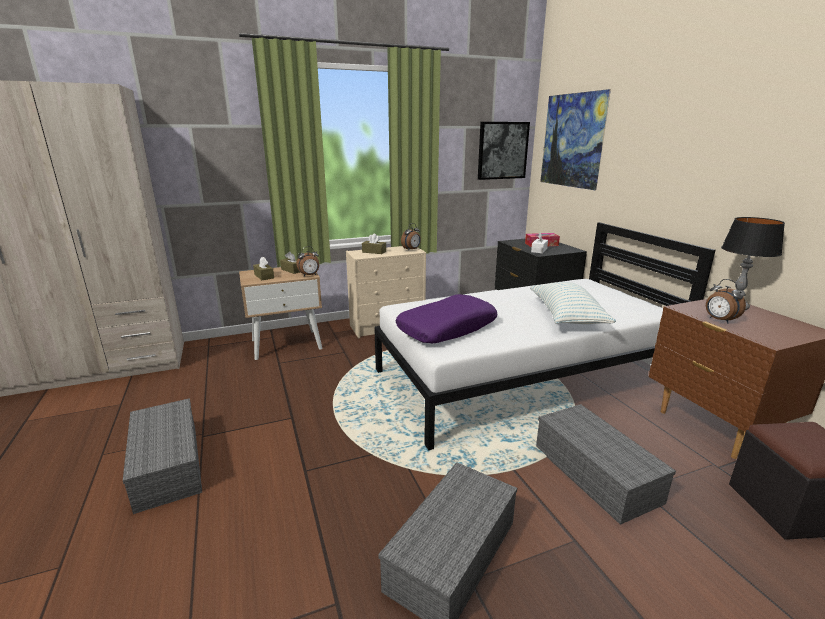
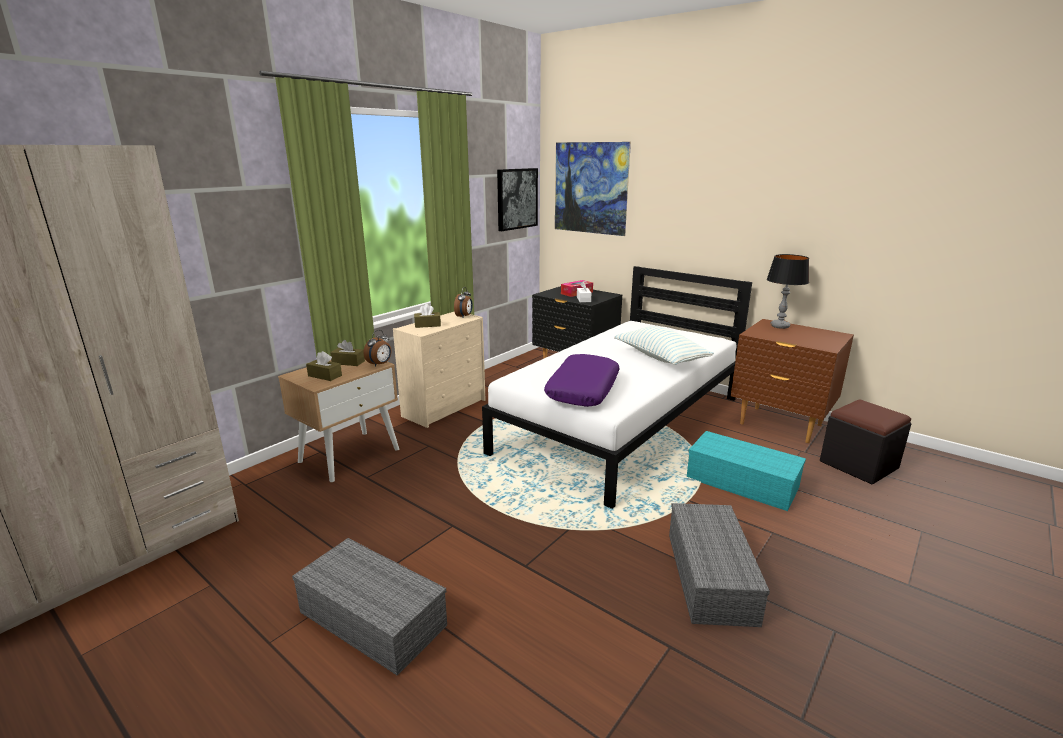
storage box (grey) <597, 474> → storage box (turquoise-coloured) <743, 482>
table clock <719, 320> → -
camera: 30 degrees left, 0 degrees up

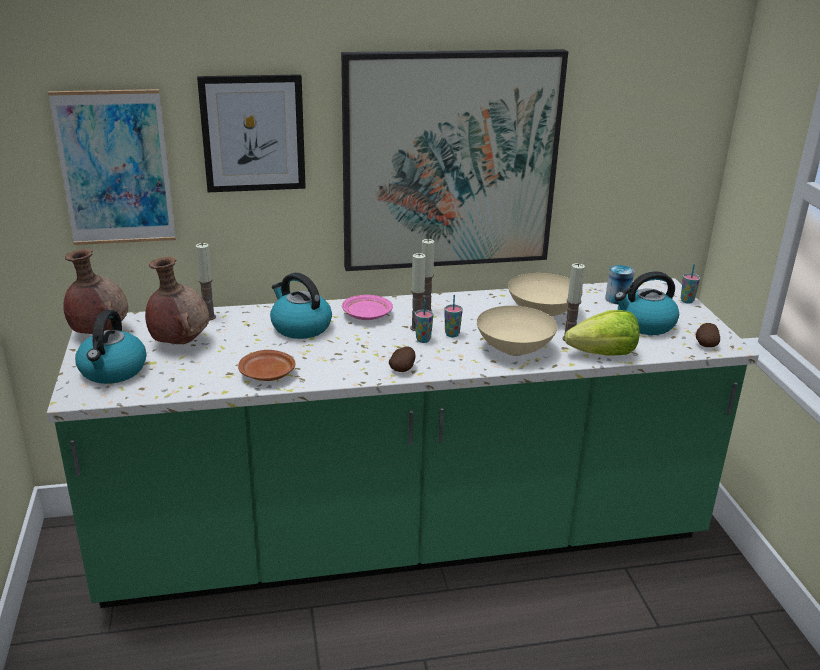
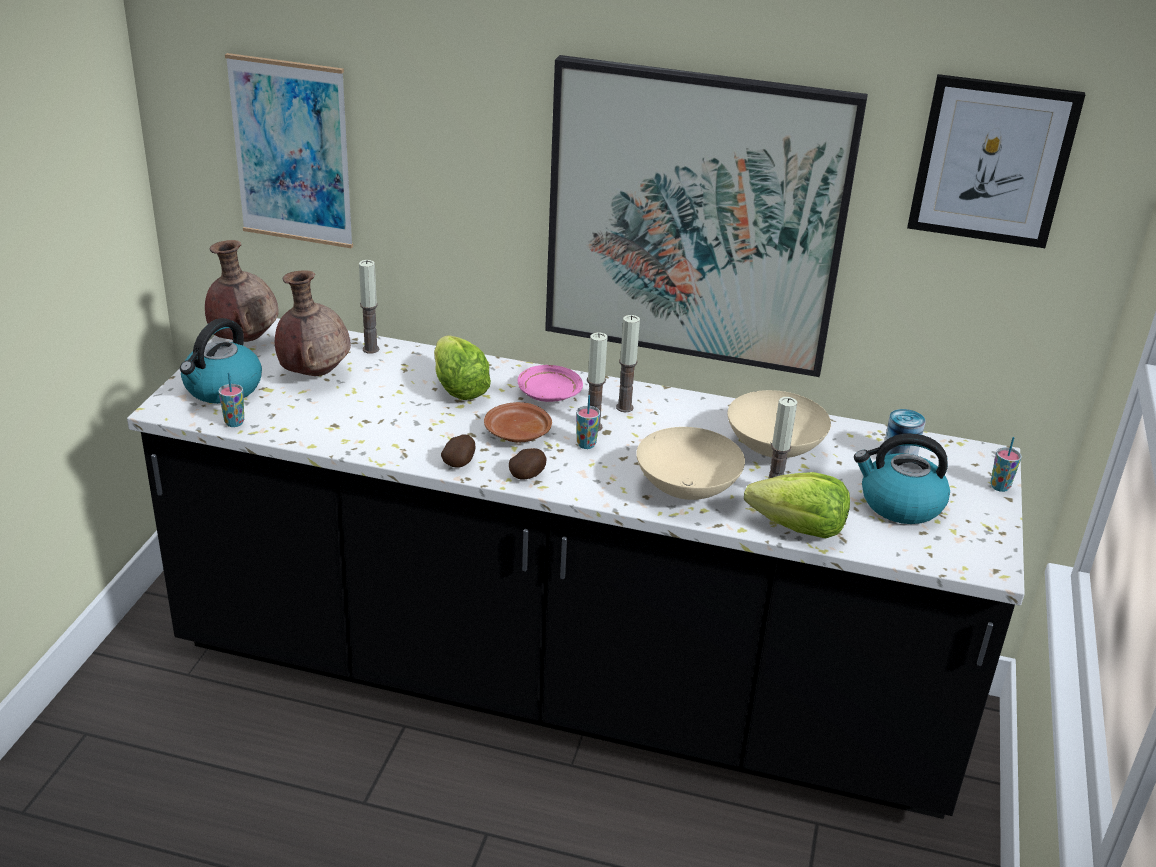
kitchen counter (green) <404, 537> → kitchen counter (blackish) <564, 684>
wall art <253, 133> → wall art <992, 161>, moved
flat dish (brown-coloured) <267, 374> → flat dish (brown-coloured) <517, 433>, moved
kettle <300, 327> → lettuce <459, 389>
drinking cup <452, 334> → drinking cup <234, 423>, moved
potato <705, 344> → potato <460, 462>, moved
camera: 25 degrees right, 5 degrees up

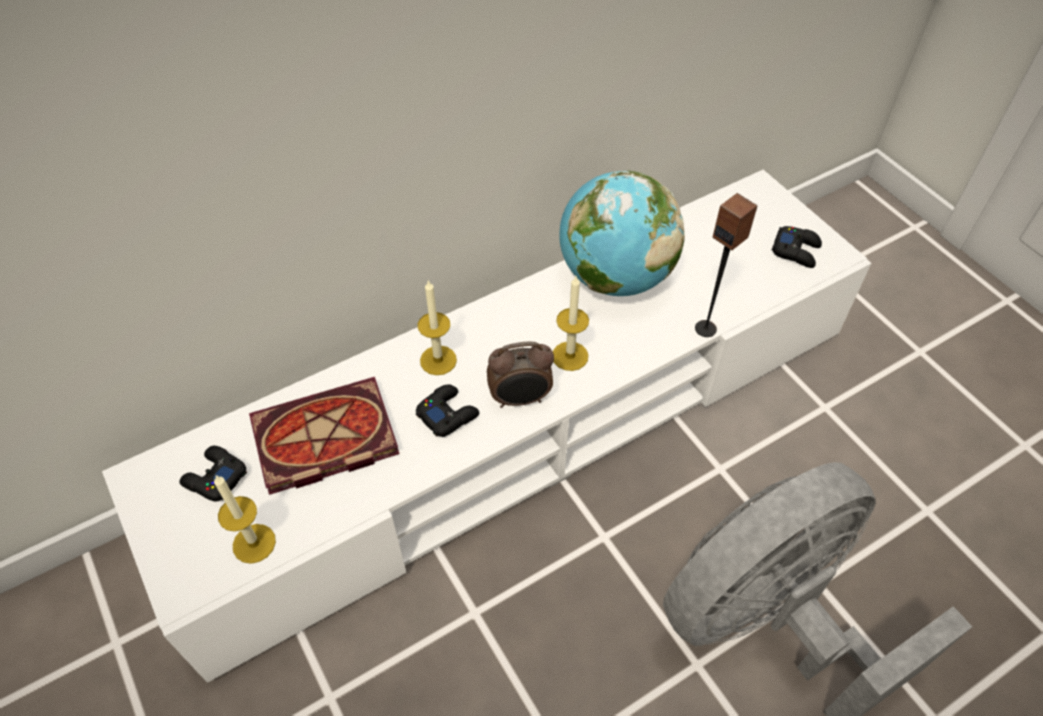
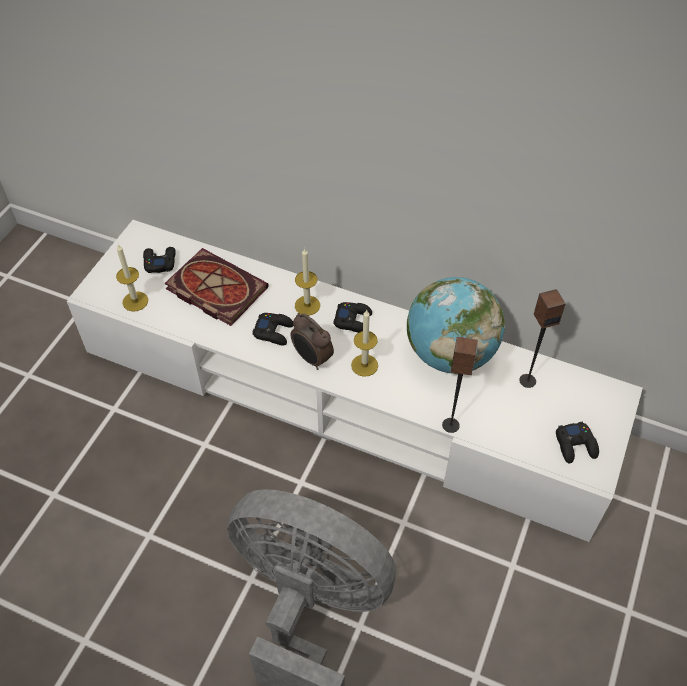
- → joypad (blackish) <353, 320>
- → loudspeaker <527, 380>
camera: 55 degrees right, 0 degrees up

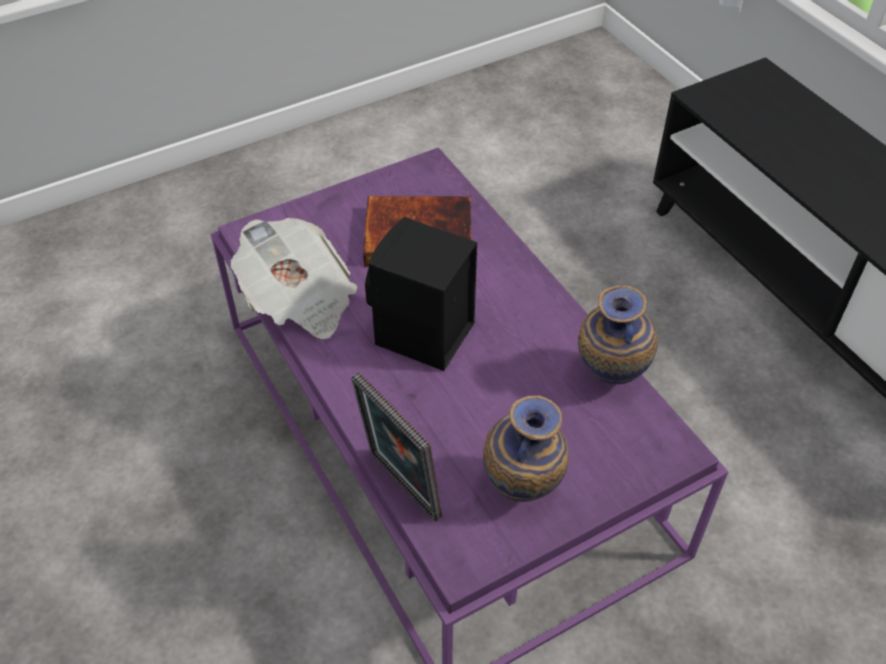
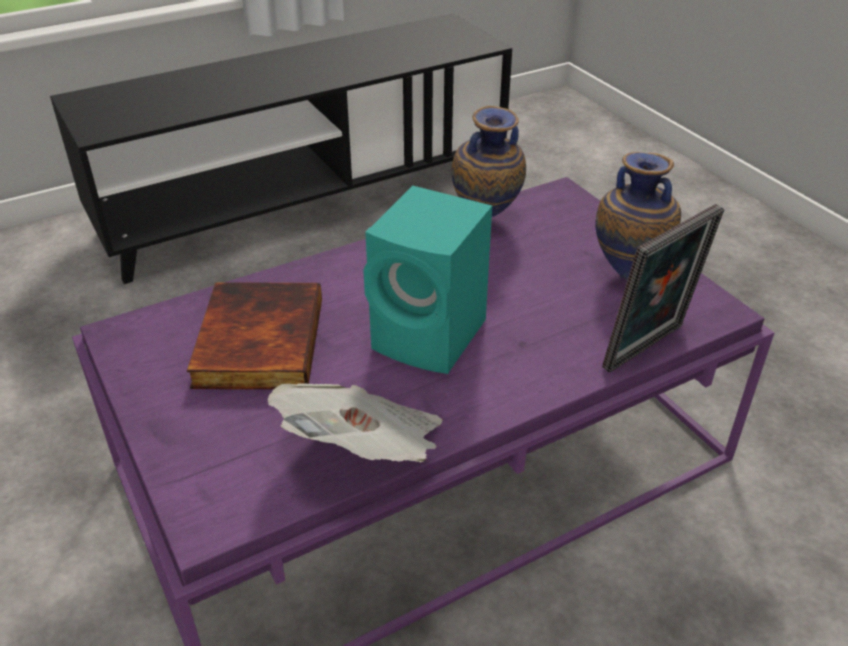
loudspeaker (blackish) <422, 336> → loudspeaker (turquoise-coloured) <432, 337>
camera: 90 degrees left, 10 degrees down

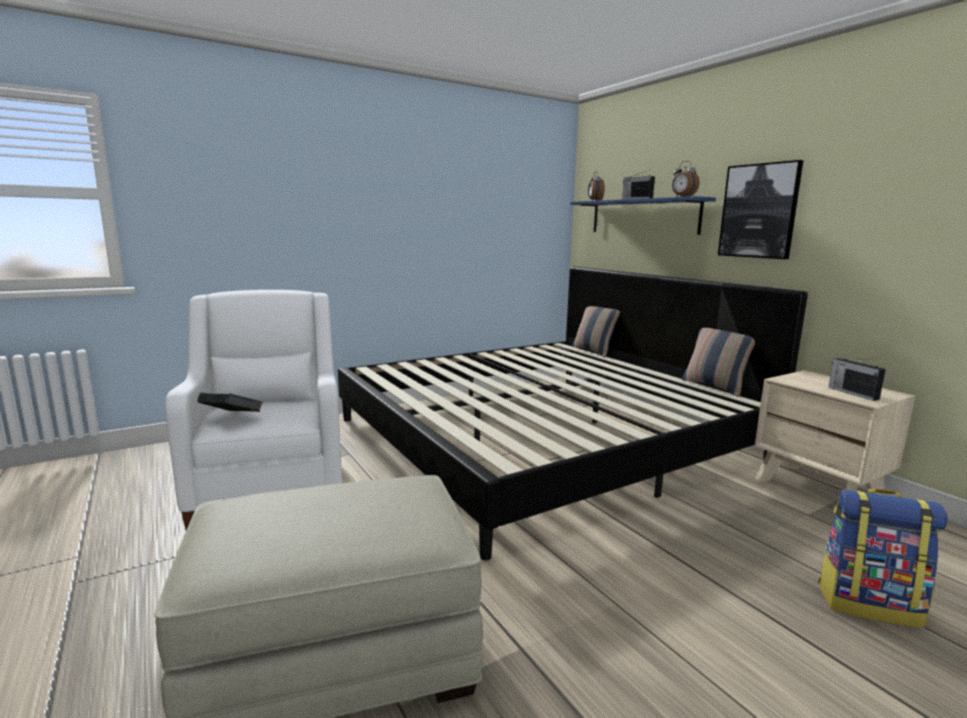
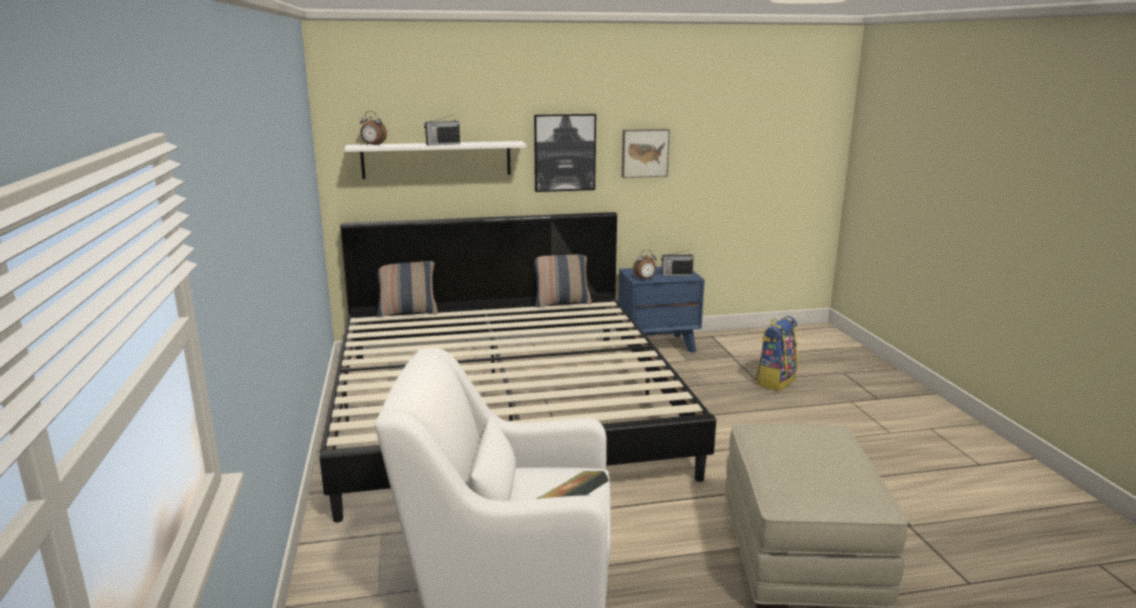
wall shelf (bluish) <643, 216> → wall shelf (white-coloured) <436, 159>
table clock <682, 197> → table clock <645, 279>, moved
bedside table (beige-coloured) <818, 489> → bedside table (bluish) <658, 345>
- → wall art <644, 153>
camera: 70 degrees left, 5 degrees up

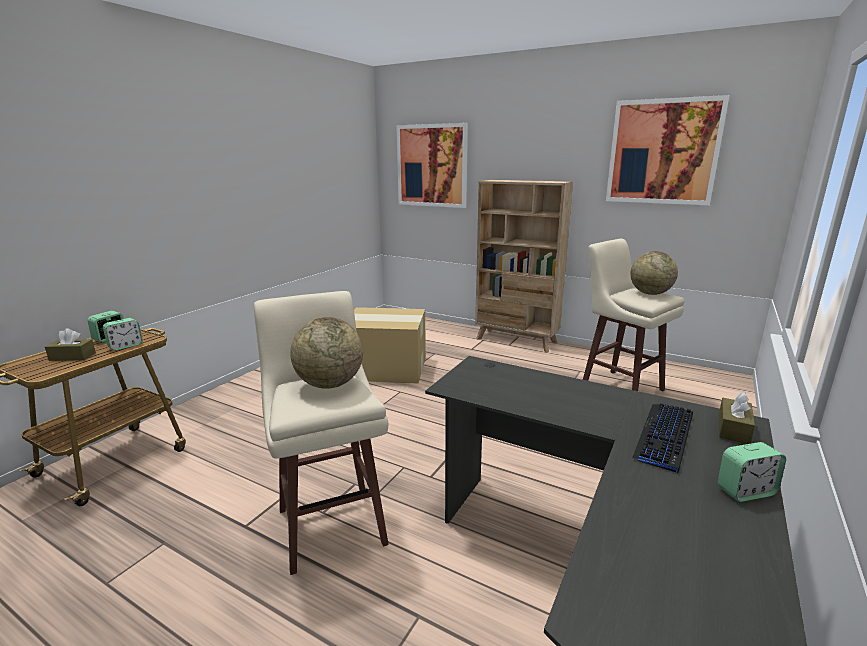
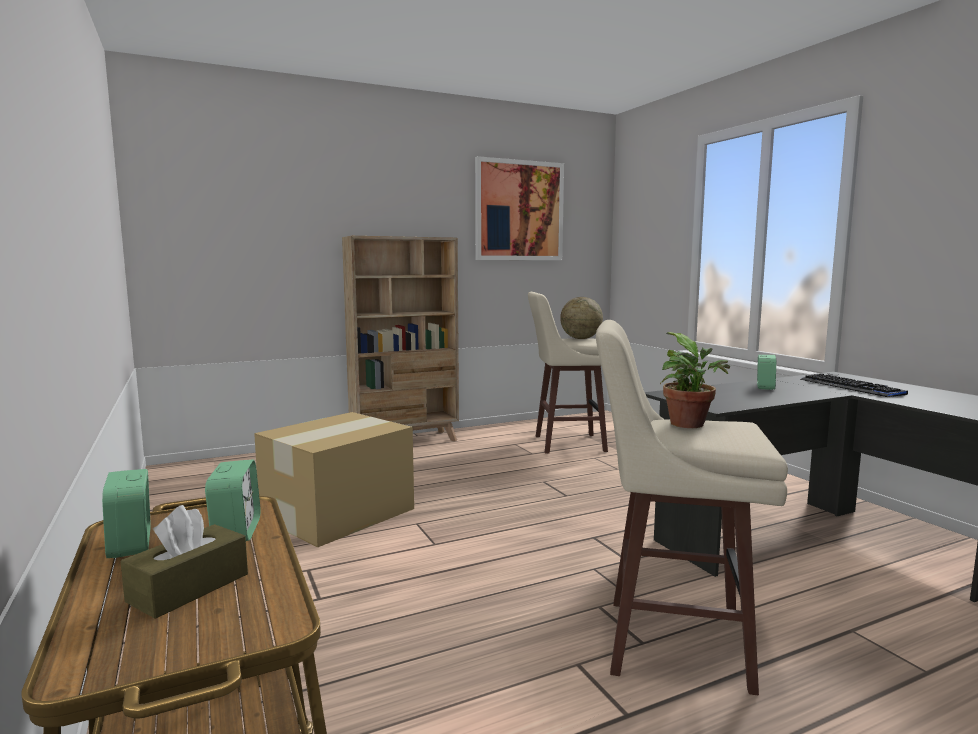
desk globe <329, 384> → potted plant <690, 425>
wall art <432, 166> → -
table clock <745, 491> → table clock <765, 387>, moved
tissue box (brown-coloured) <733, 429> → -
camera: 55 degrees left, 10 degrees down

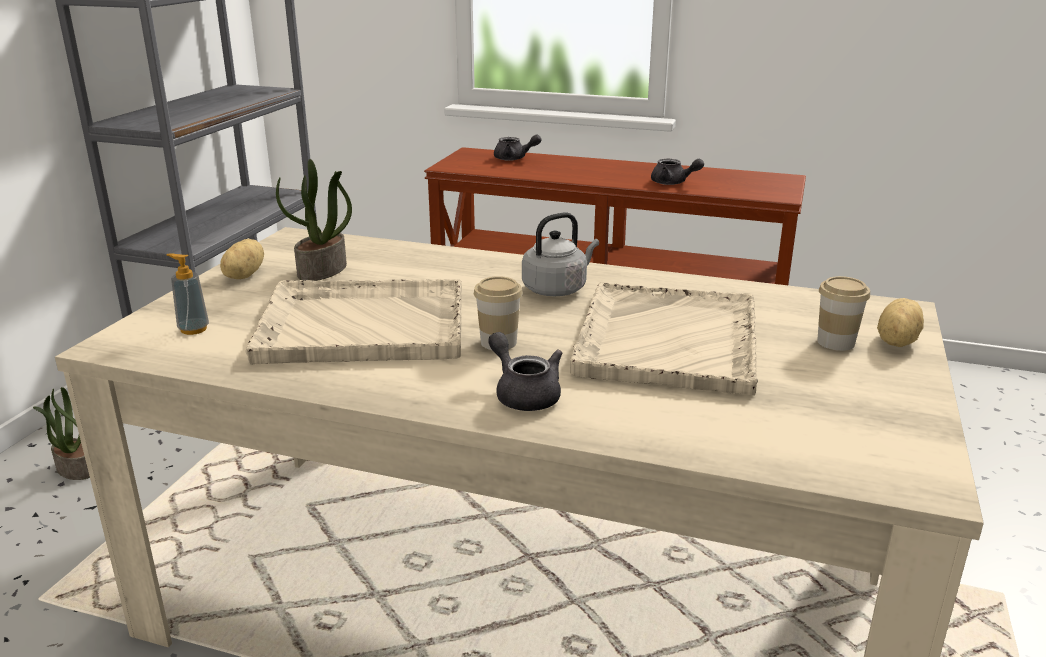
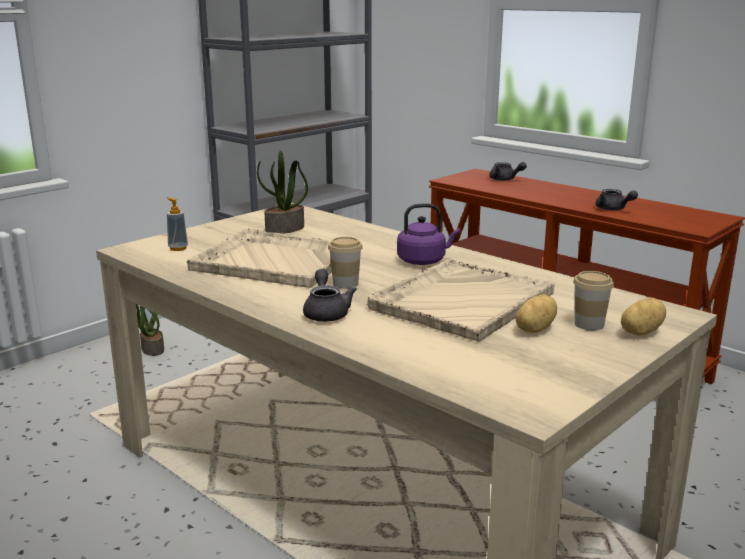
potato <242, 276> → potato <533, 329>, moved
kettle (grey) <557, 289> → kettle (purplish) <424, 261>
camera: 25 degrees right, 5 degrees down

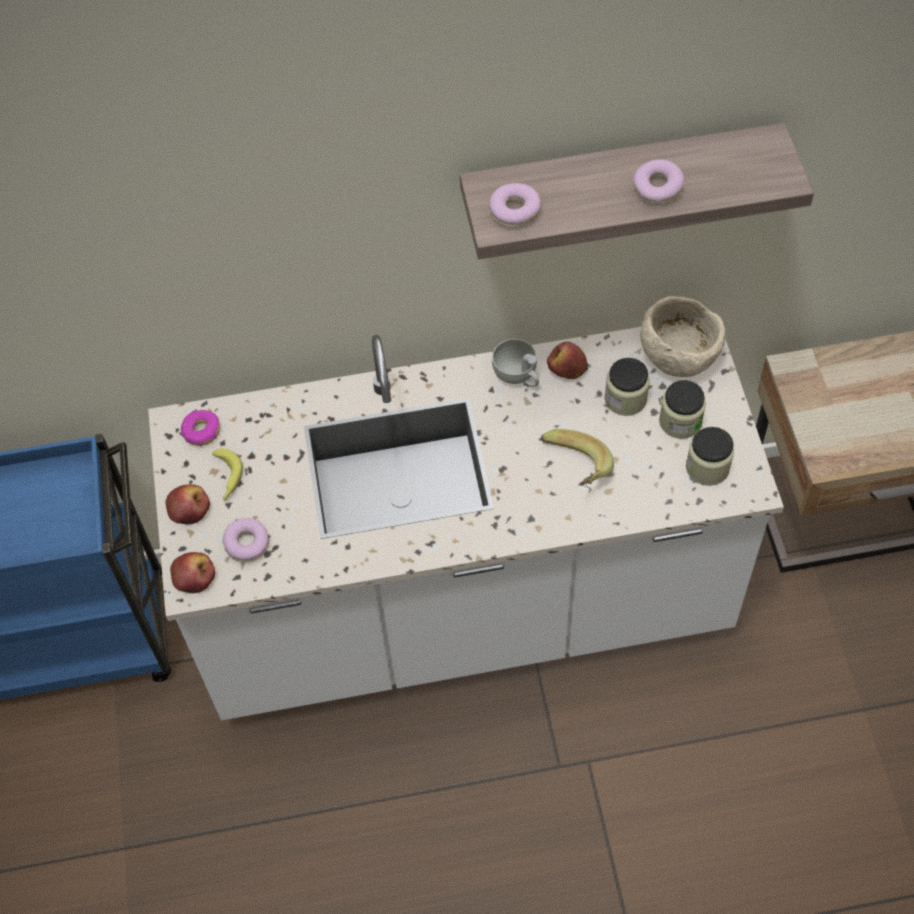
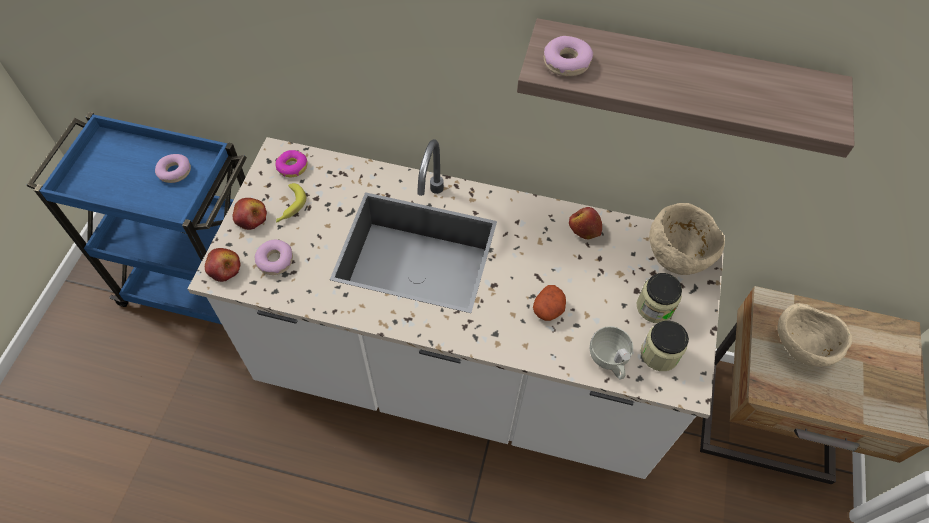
drinking cup (white-coloured) <518, 376> → drinking cup (white-coloured) <609, 360>, moved
banana <573, 470> → potato <548, 309>
storage jar <625, 399> → -
donut <657, 188> → donut <174, 172>, moved
- → deep dish (beige-coloured) <799, 348>
camera: 20 degrees right, 0 degrees up

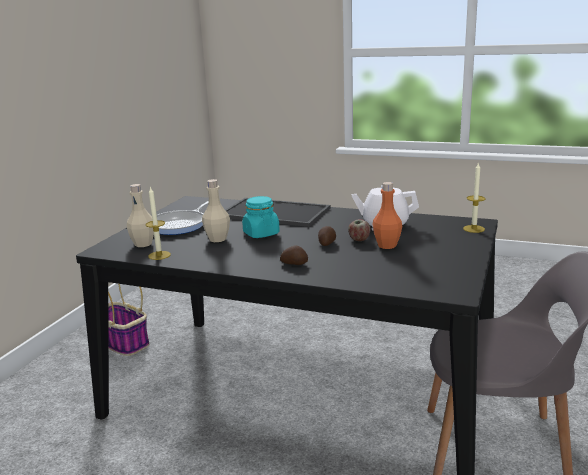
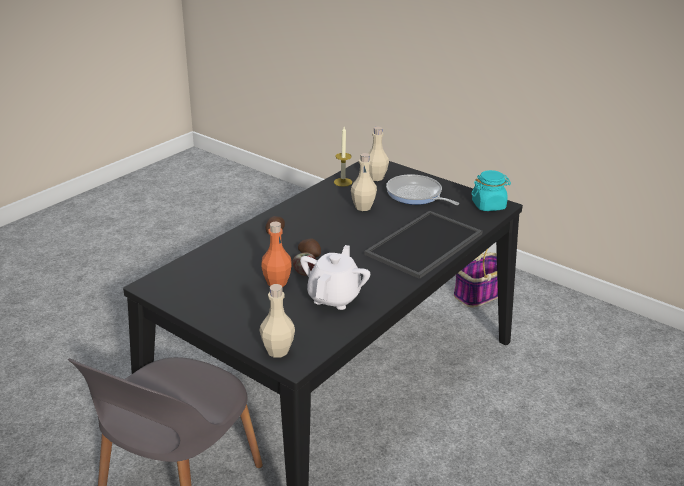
storage jar (turquoise-coloured) <261, 233> → storage jar (turquoise-coloured) <488, 205>, moved
wax light <473, 229> → drink bottle (beige-coloured) <277, 351>
camera: 105 degrees right, 10 degrees up

